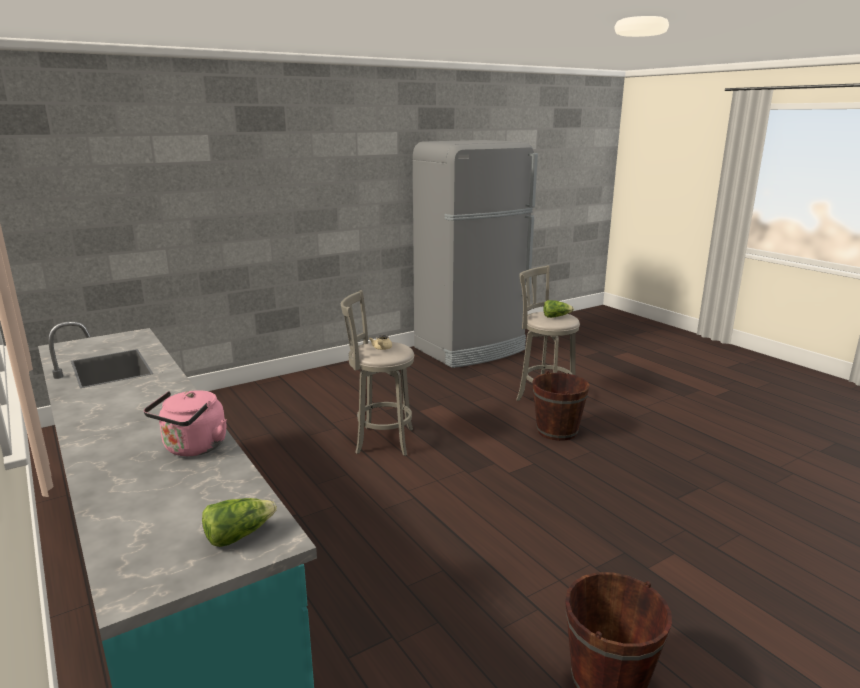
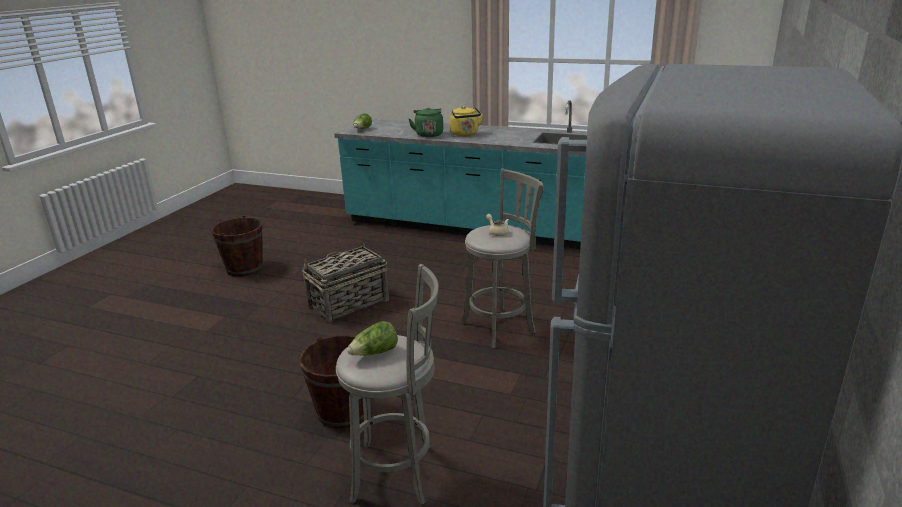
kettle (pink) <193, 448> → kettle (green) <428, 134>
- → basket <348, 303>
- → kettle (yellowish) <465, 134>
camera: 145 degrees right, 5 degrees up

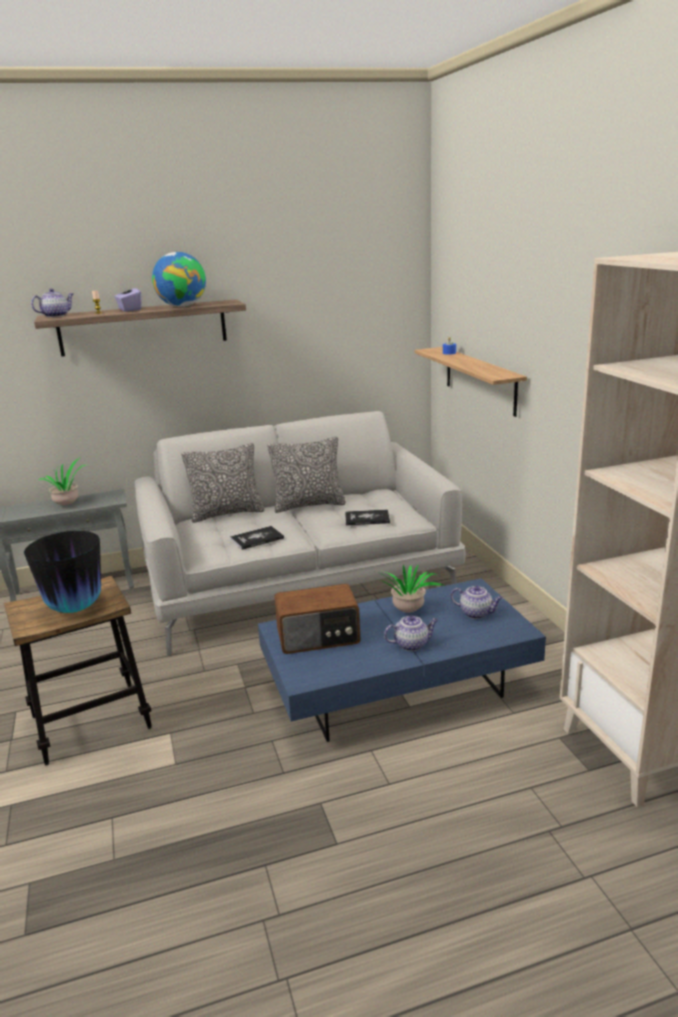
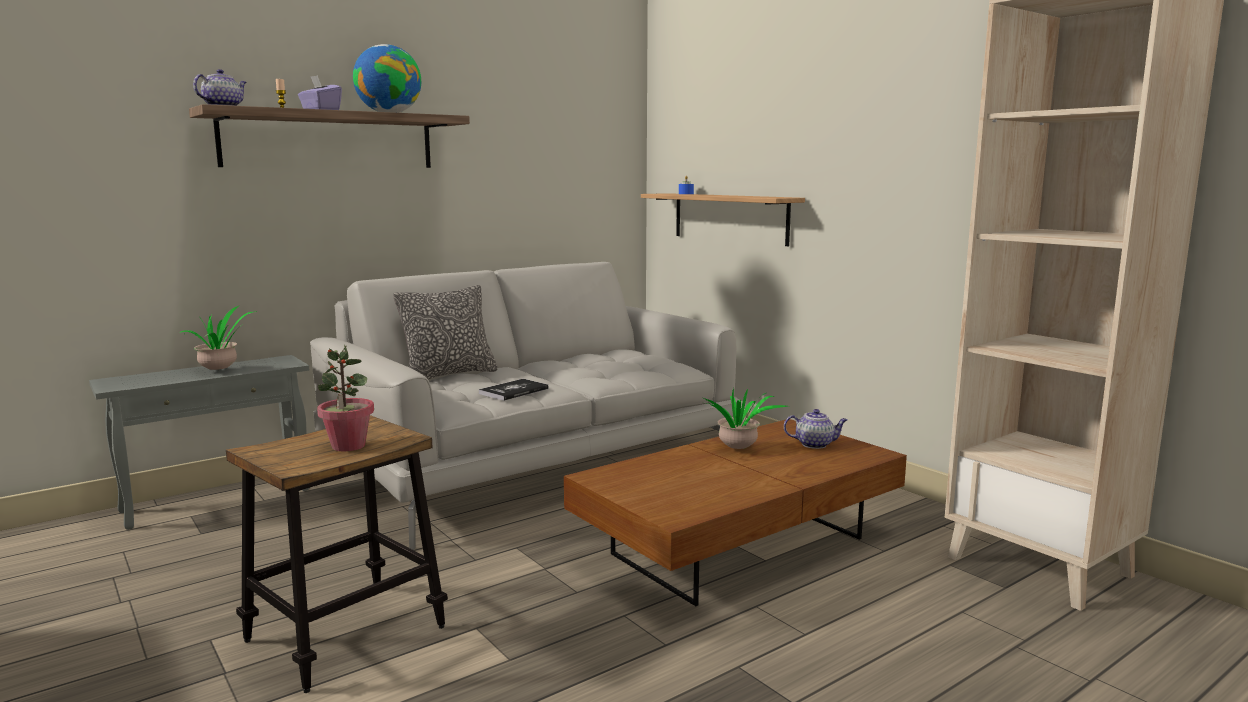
flower vase <75, 608> → potted plant <348, 446>
low table (bluish) <398, 688> → low table (brown-coloured) <738, 545>
throw pillow <309, 505> → -
radio receiver <318, 637> → -
bound book <367, 518> → -
pot for tea <412, 644> → -
camera: 20 degrees left, 10 degrees down

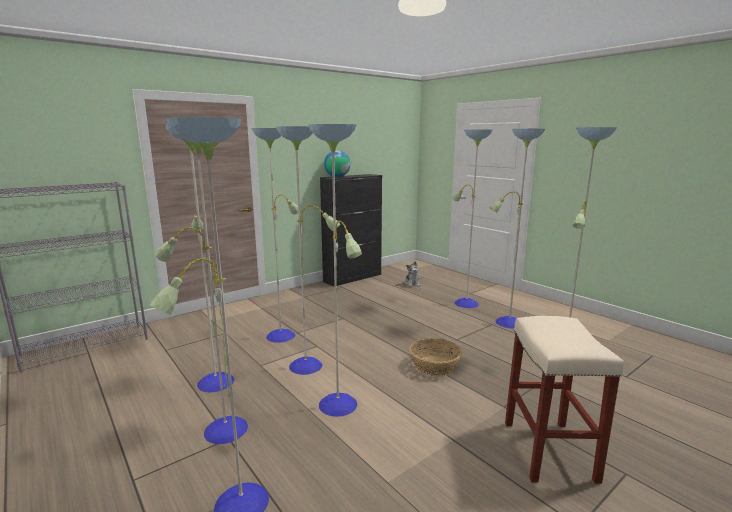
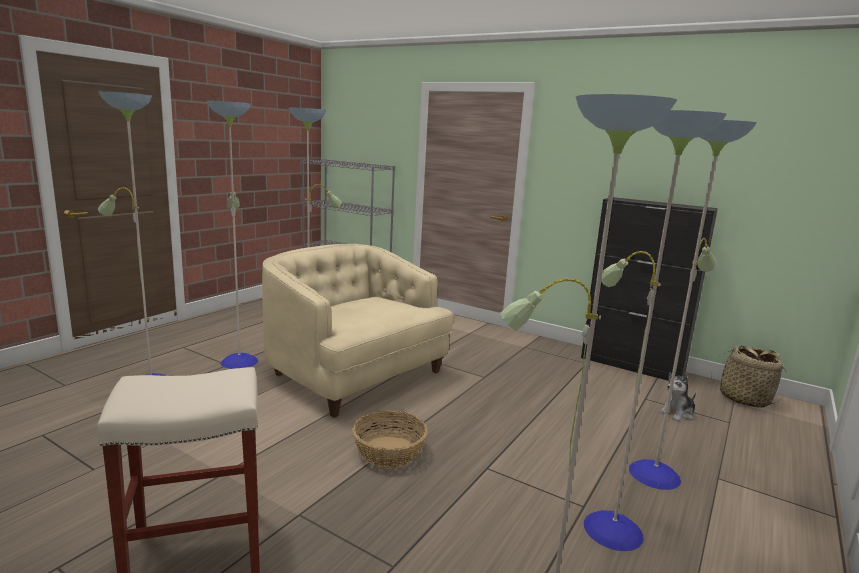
standard lamp <308, 365> → lounge chair (beige-coloured) <355, 375>
desk globe <337, 176> → -
- → basket <744, 398>
camera: 70 degrees right, 0 degrees up

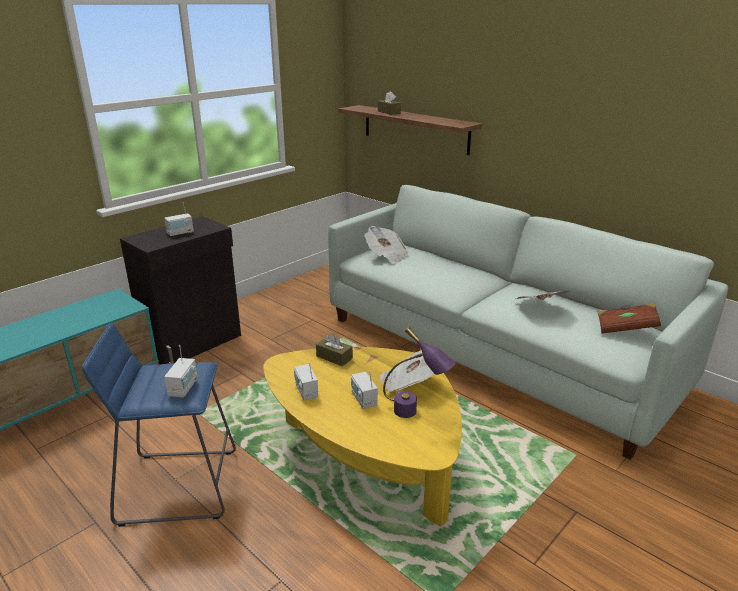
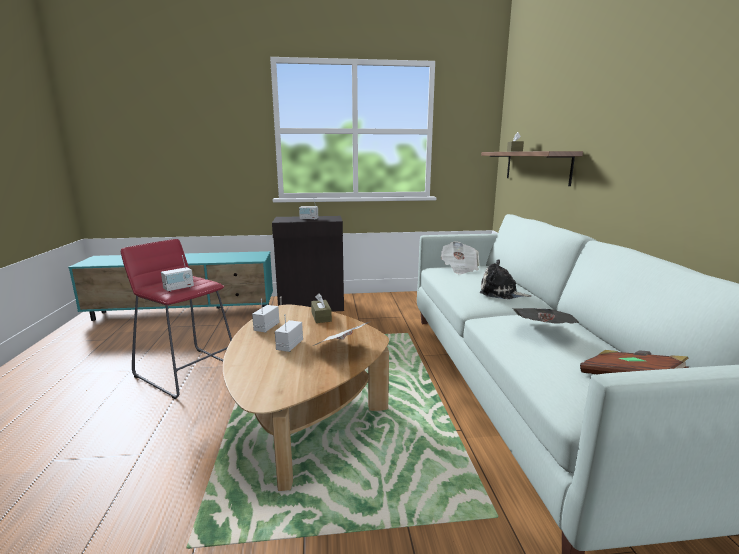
stool (bluish) <178, 485> → stool (red) <187, 372>
low table (yellowish) <367, 459> → low table (brown-coloured) <304, 413>
lamp for a table (purplish) <415, 414> → -
- → cuddly toy <501, 293>
camera: 40 degrees right, 10 degrees down

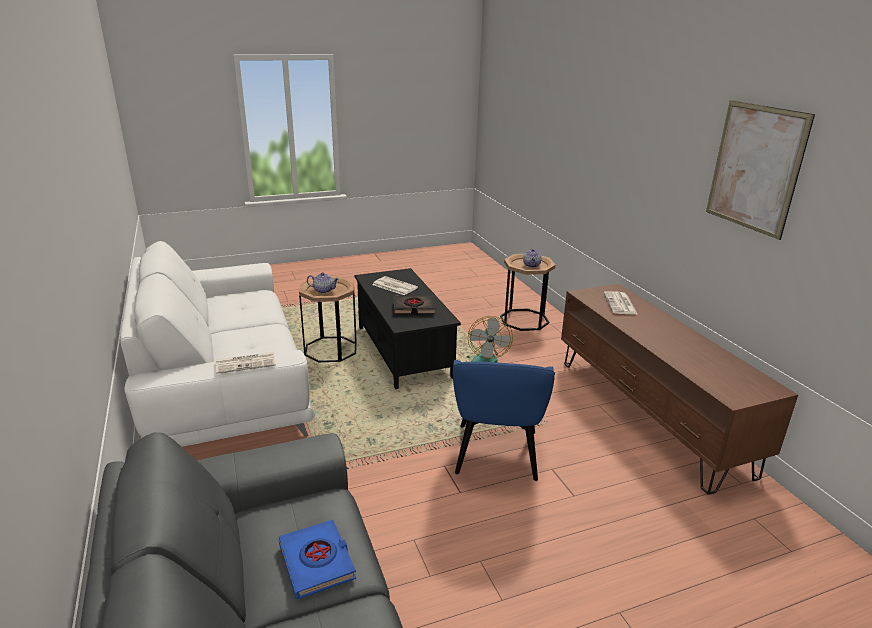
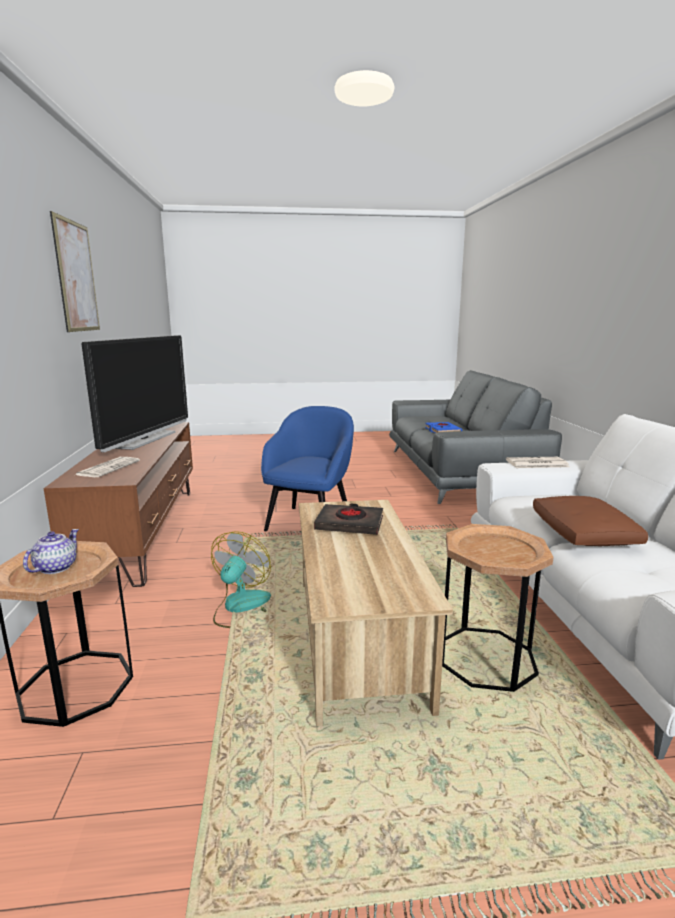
pot for tea <323, 290> → -
low table (blackish) <403, 351> → low table (beige-coloured) <358, 638>
newspaper <394, 286> → -
- → television <145, 440>
- → throw pillow (brown-coloured) <584, 534>
camera: 165 degrees left, 10 degrees down

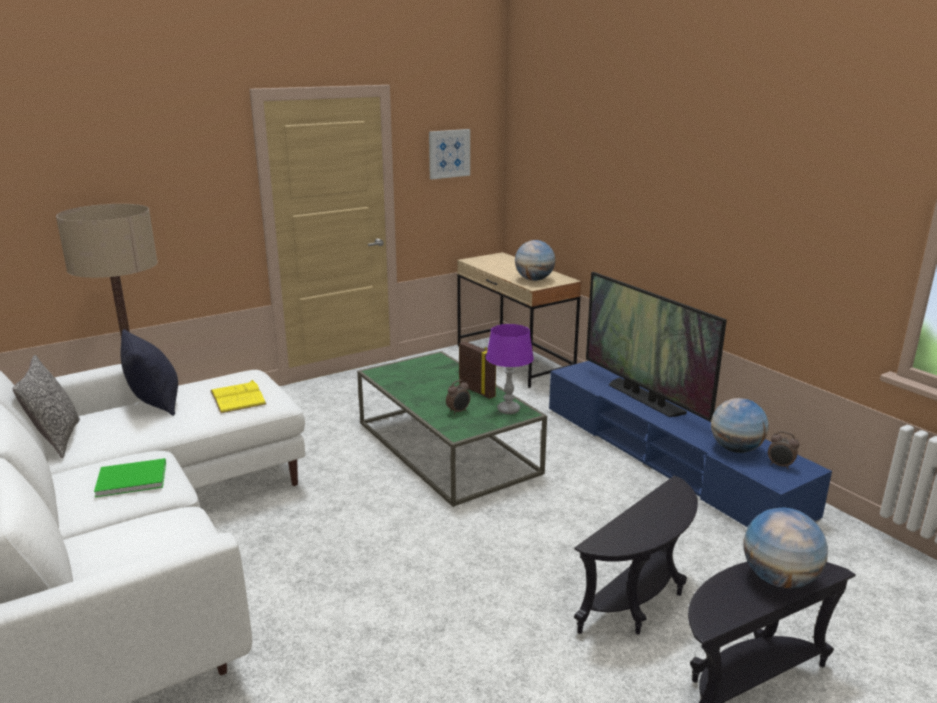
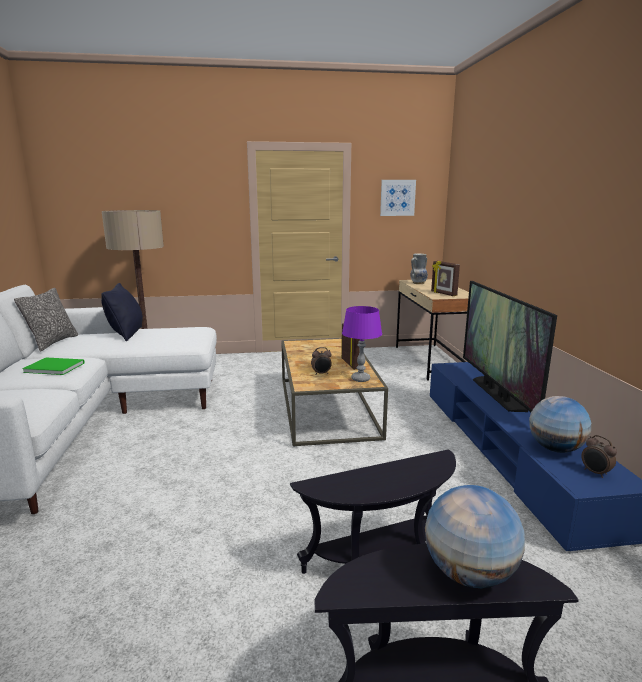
bound book (yellowish) <238, 397> → -
low table (green) <446, 448> → low table (brown-coloured) <326, 407>
desk globe <534, 279> → standing frame <443, 294>
- → flower vase <418, 283>
camera: 25 degrees right, 5 degrees down

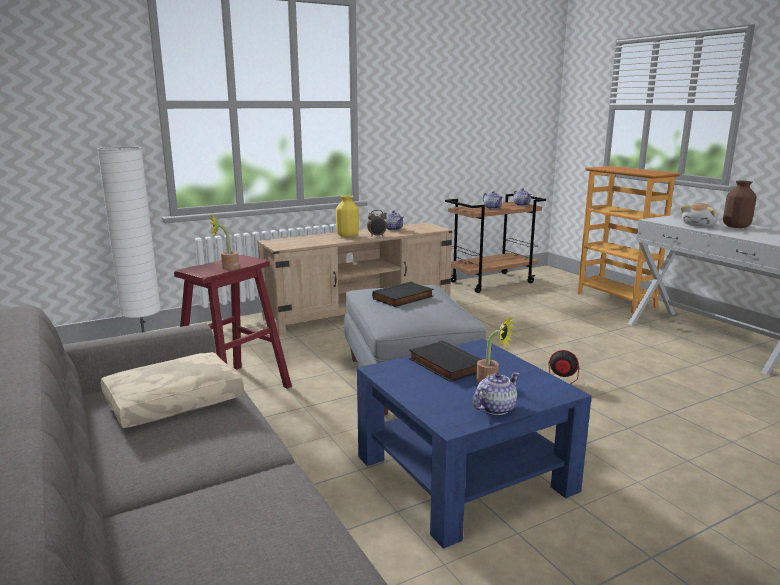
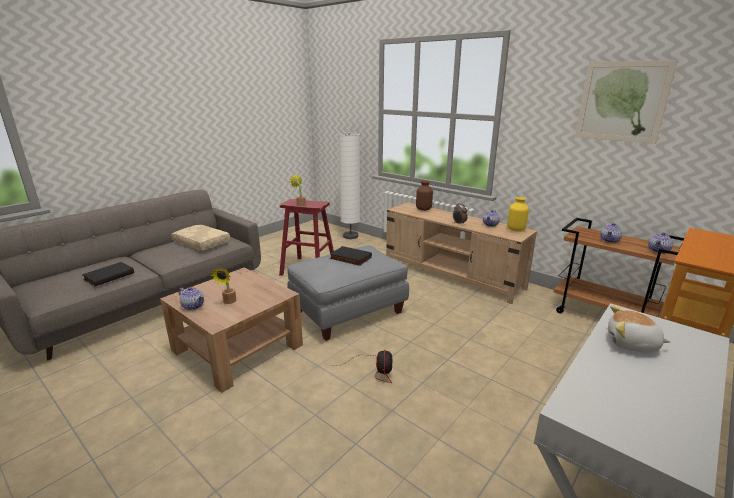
flower vase (yellowish) <347, 236> → flower vase (yellowish) <516, 229>, moved
low table (bluish) <464, 473> → low table (brown-coloured) <237, 348>
bound book (blackish) <444, 365> → bound book (blackish) <109, 276>, moved
flower vase (brown-coloured) <735, 227> → flower vase (brown-coloured) <423, 209>, moved
- → wall art <622, 101>
camera: 70 degrees right, 5 degrees up

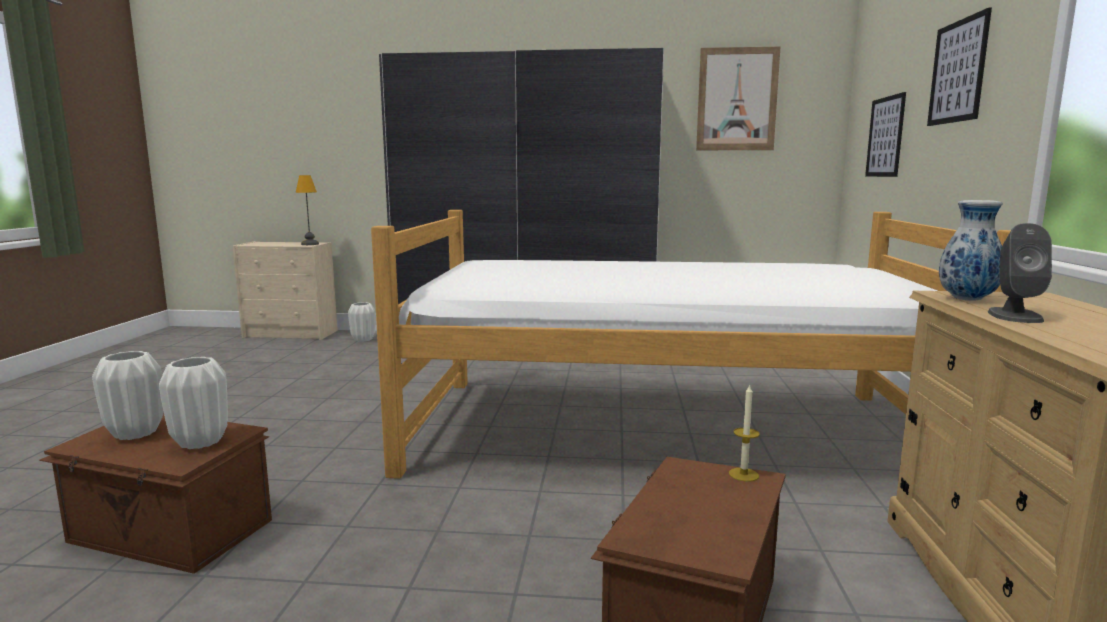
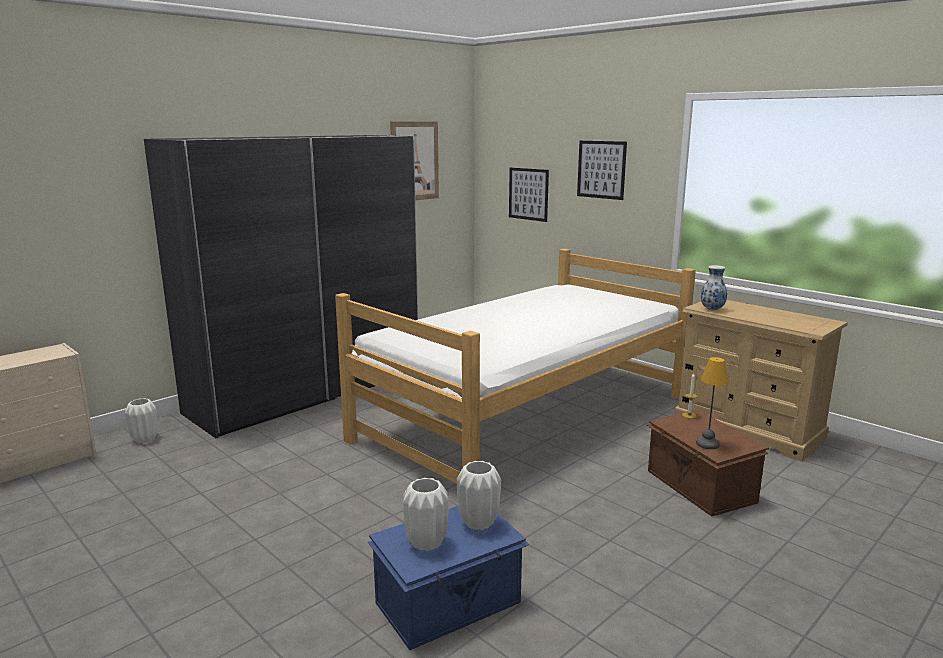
storage box (brown-coloured) <170, 532> → storage box (bluish) <450, 603>
lamp for a table <309, 244> → lamp for a table <707, 444>, moved
loudspeaker (grey) <1014, 316> → -
camera: 50 degrees left, 5 degrees up

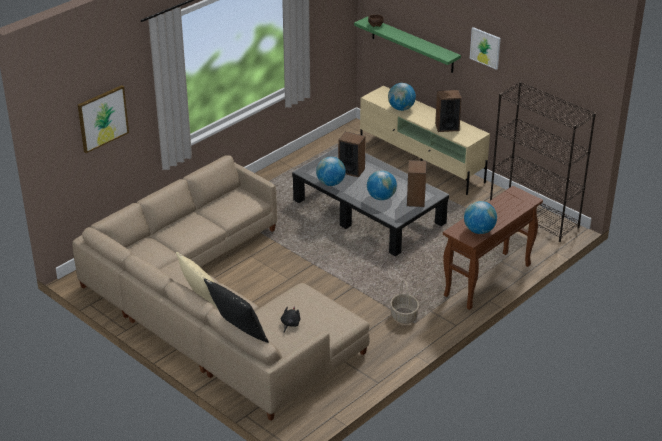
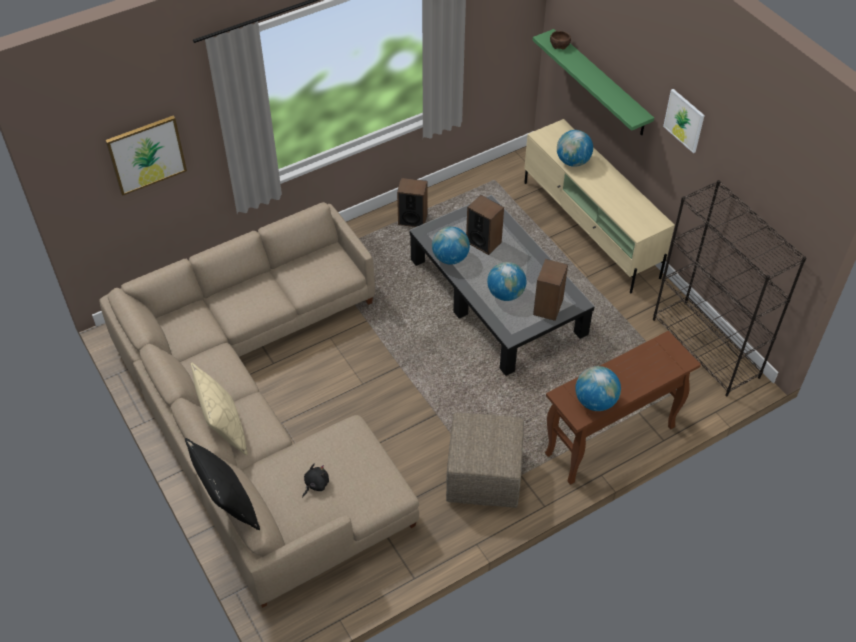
basket <403, 316> → pouffe (beige-coloured) <483, 476>
loudspeaker <447, 127> → loudspeaker <412, 219>, moved
camera: 15 degrees right, 15 degrees up

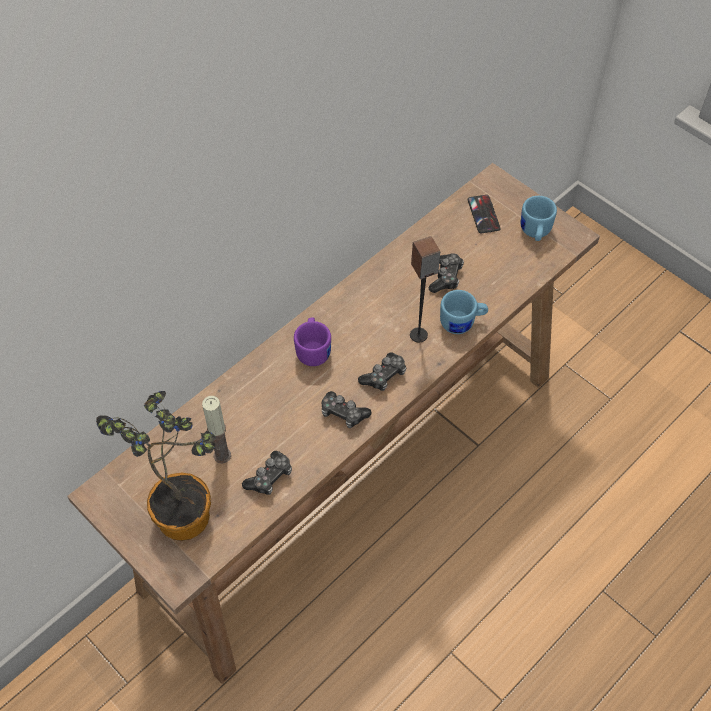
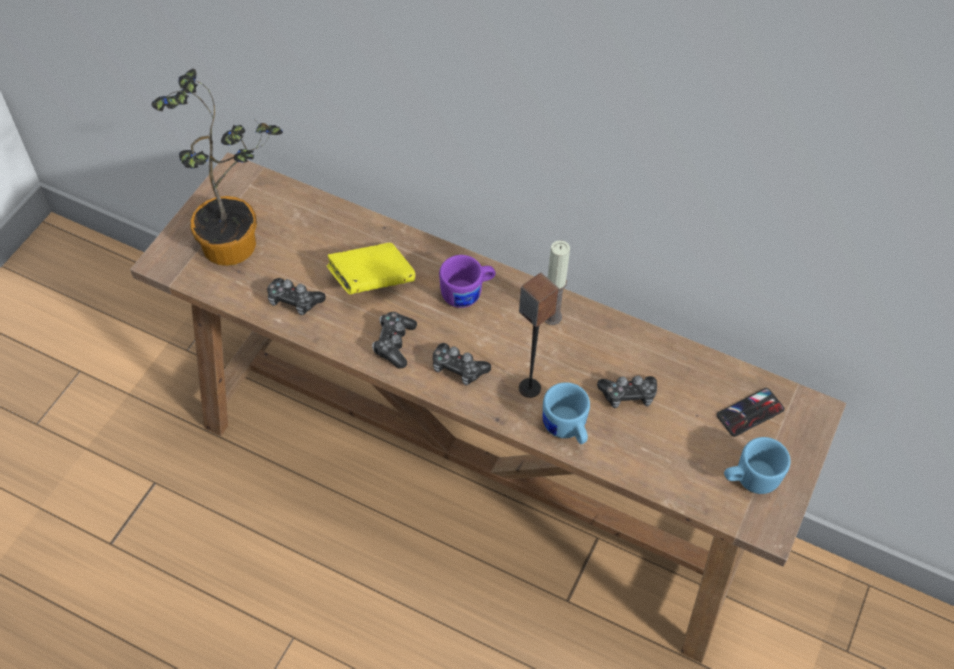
wax light <222, 455> → wax light <552, 317>, moved
- → bound book (yellowish) <371, 281>
camera: 70 degrees right, 0 degrees up

